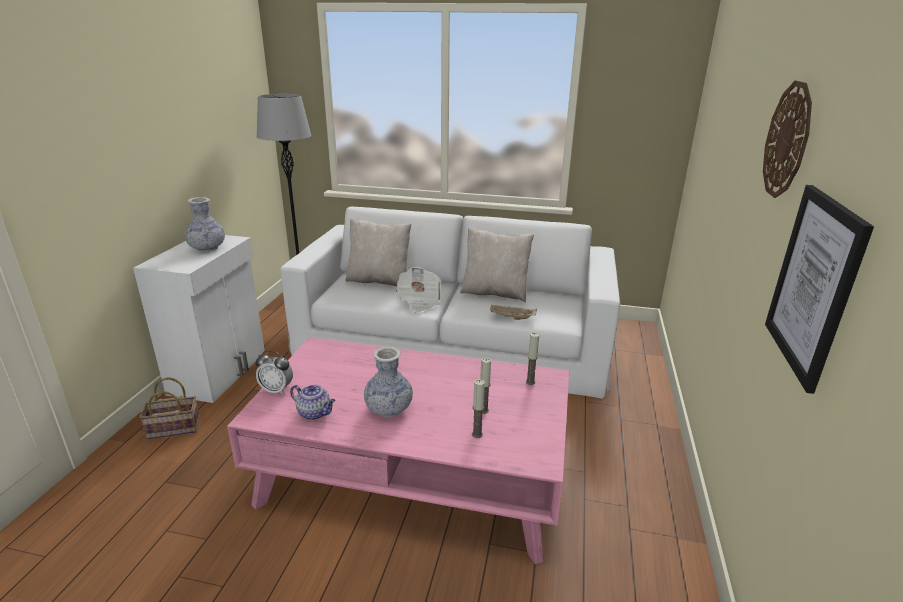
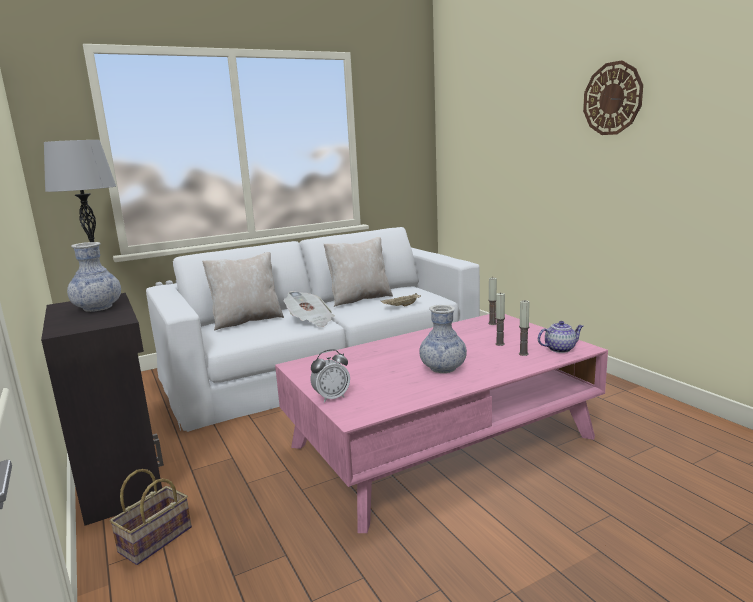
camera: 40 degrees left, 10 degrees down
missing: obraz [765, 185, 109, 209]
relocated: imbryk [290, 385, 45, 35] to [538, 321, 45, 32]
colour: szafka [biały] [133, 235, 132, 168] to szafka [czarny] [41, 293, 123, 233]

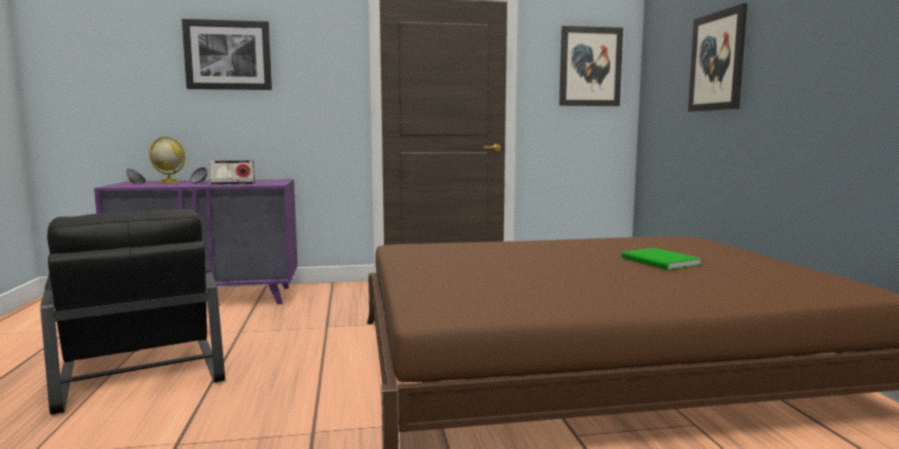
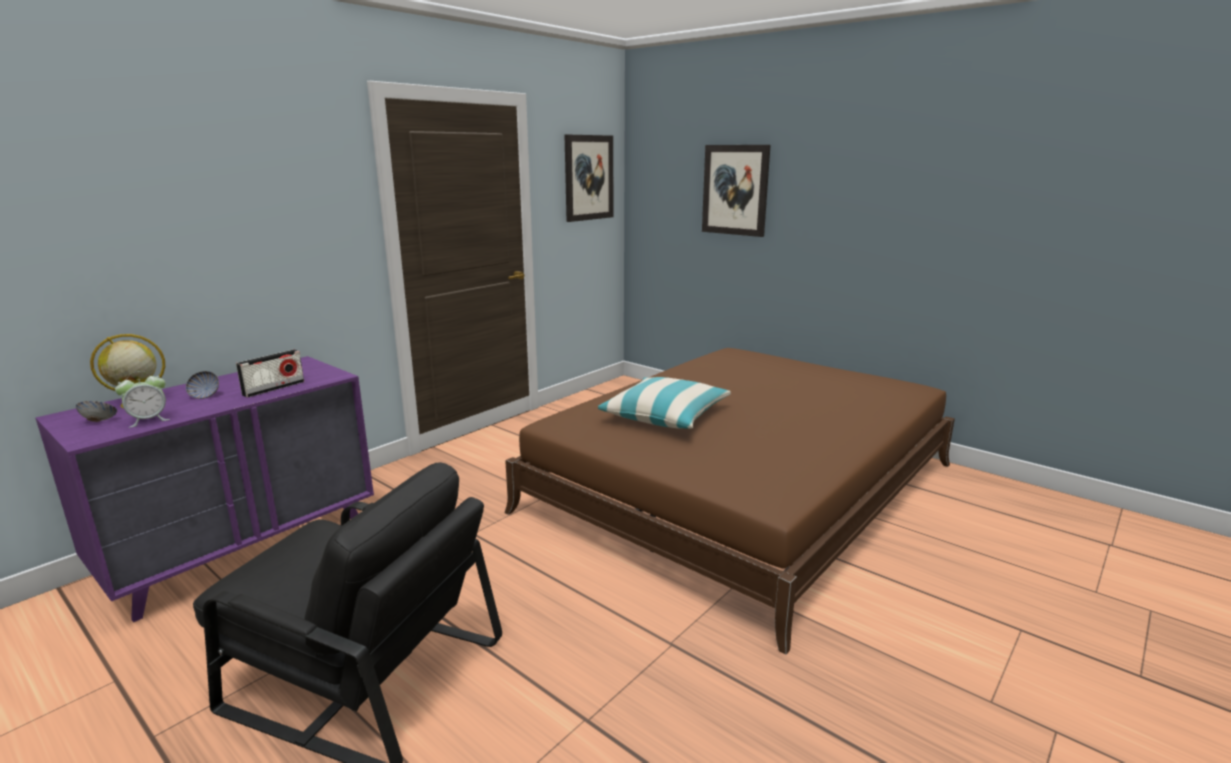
camera: 40 degrees left, 10 degrees up
missing: obraz [182, 19, 90, 71]; książka [zielony] [621, 248, 81, 22]
appeared: budzik [115, 371, 55, 57]; poduszka [598, 377, 133, 52]

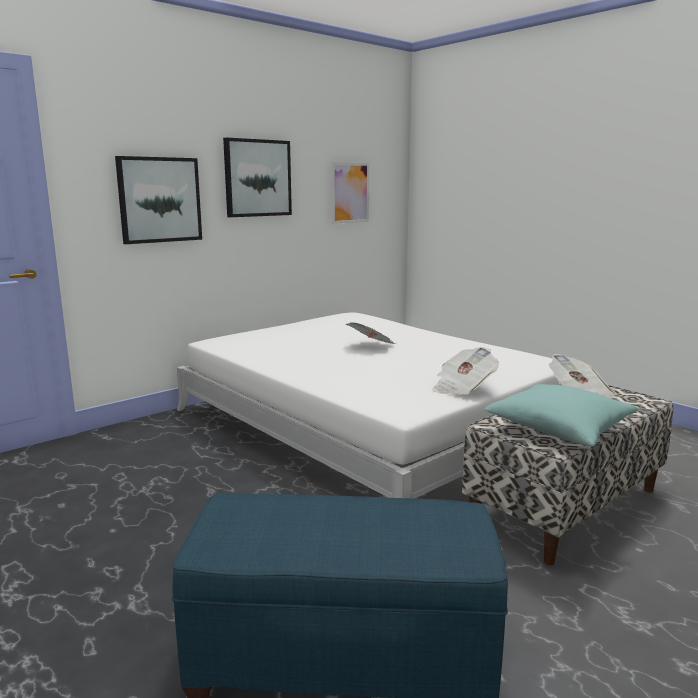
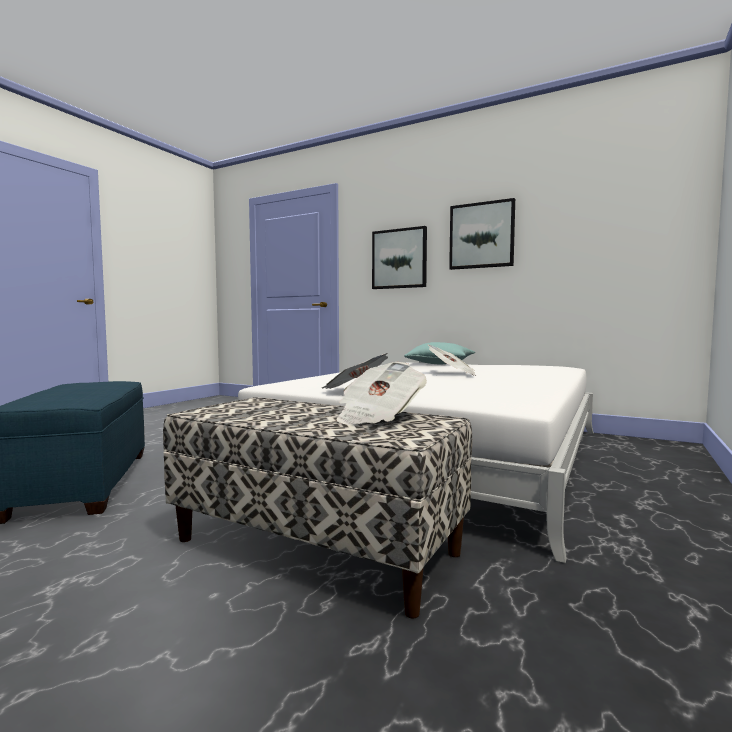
camera: 70 degrees right, 10 degrees down
missing: obraz [331, 162, 38, 62]
relocated: poduszka [turkusowy] [484, 384, 154, 63] to [404, 342, 71, 22]

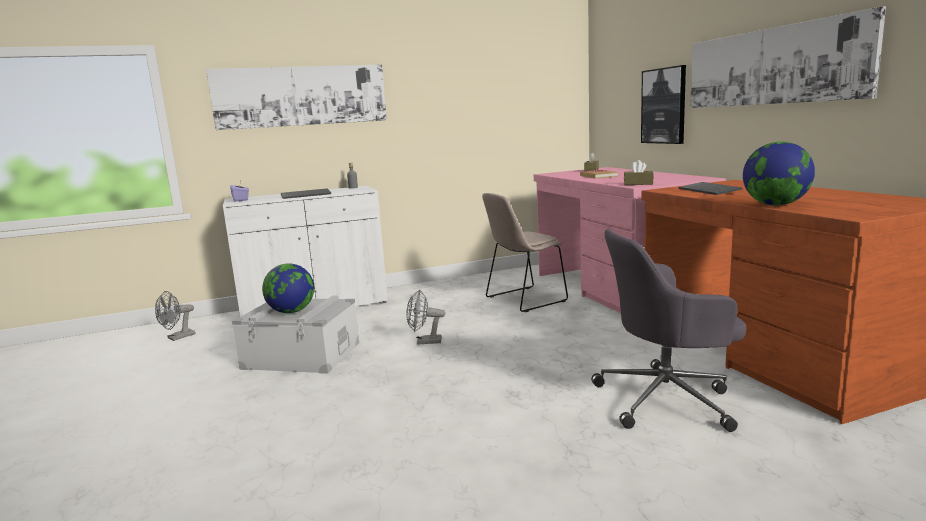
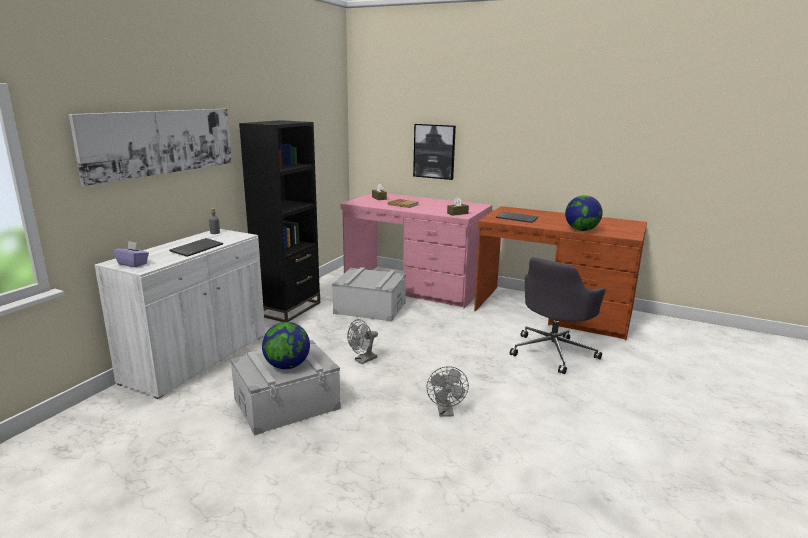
camera: 45 degrees left, 5 degrees up
missing: obraz [690, 6, 196, 102]
appeared: regał [czarny] [239, 120, 81, 202]
relocated: wentylator [szary] [155, 291, 40, 50] to [427, 366, 42, 51]
exchanged: krzesło [beżowy] [482, 193, 86, 119] to pojemnik do przechowywania [szary] [332, 267, 74, 55]

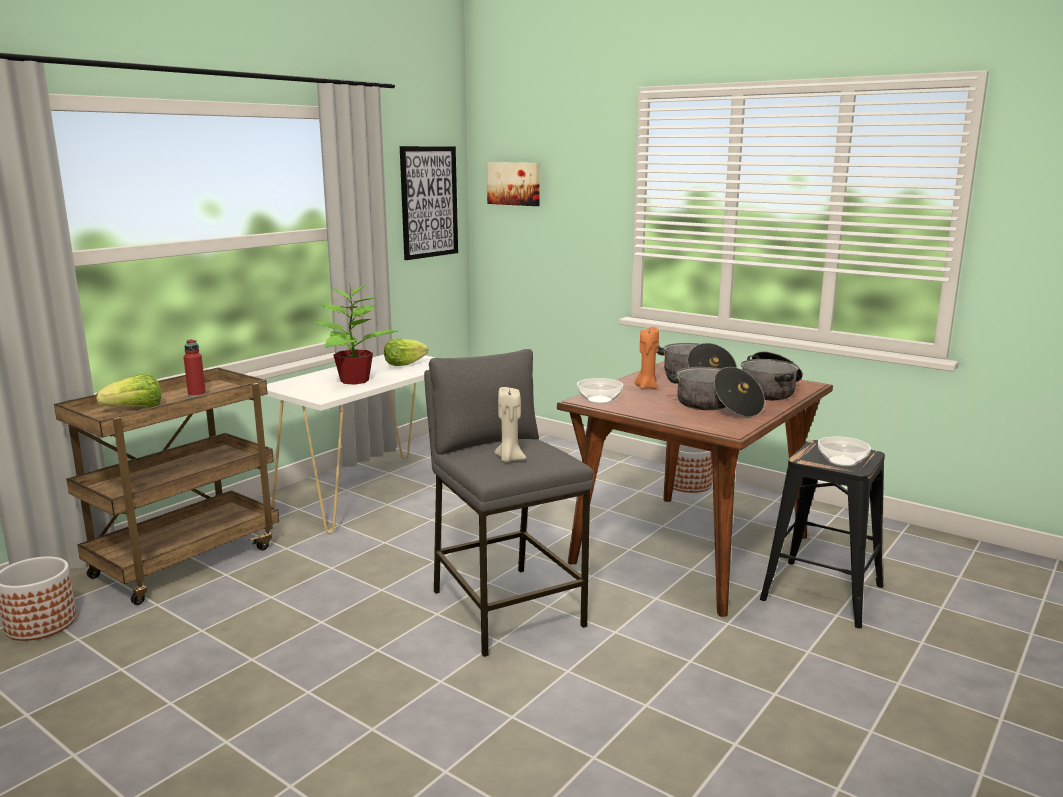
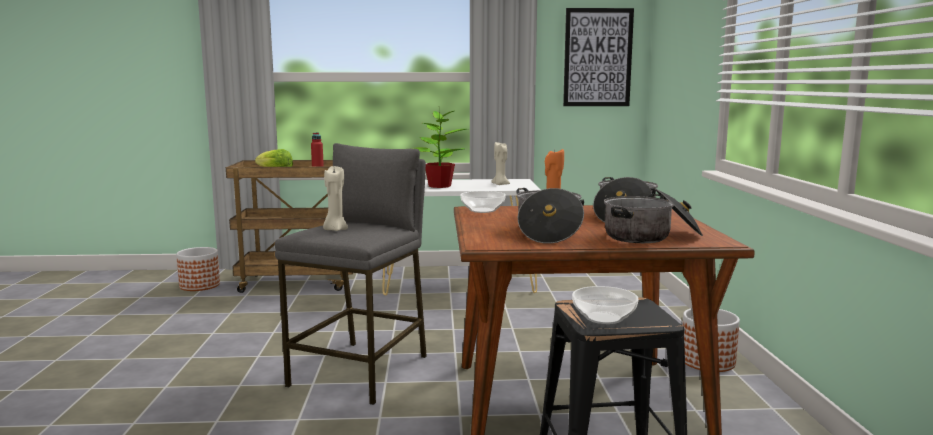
camera: 50 degrees right, 5 degrees down
missing: obraz [487, 162, 53, 44]
exchanged: sałata [384, 338, 44, 28] to świeca [beżowy] [491, 142, 19, 43]

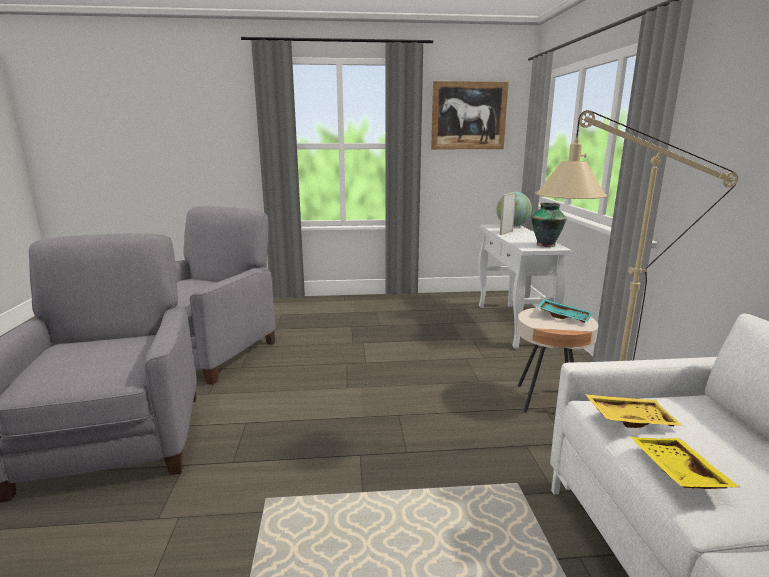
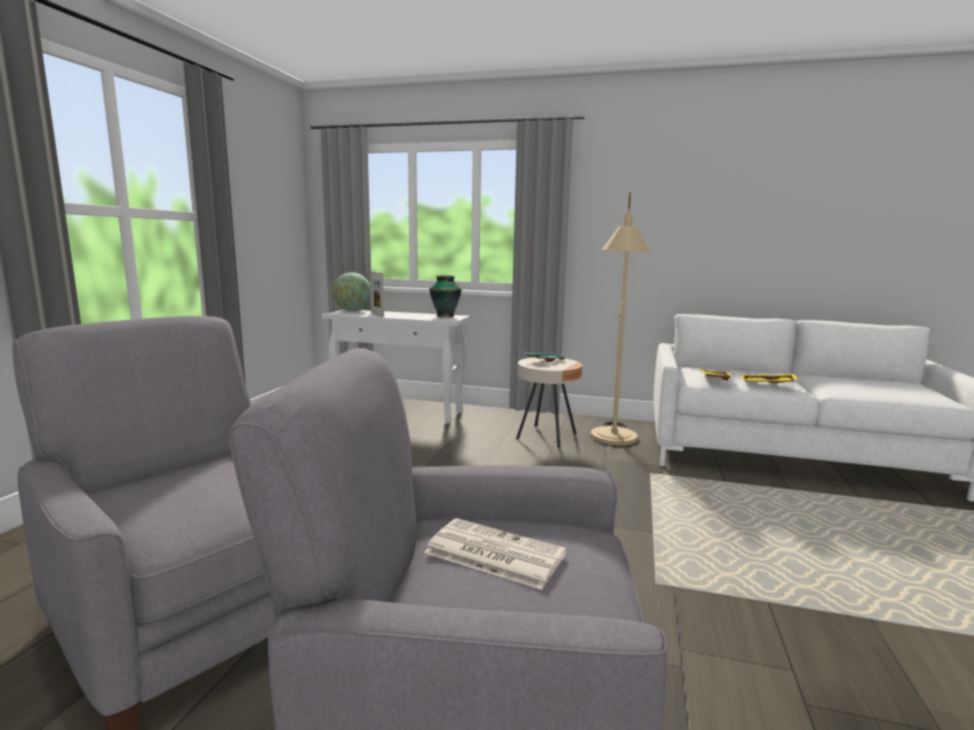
camera: 70 degrees left, 5 degrees down
missing: obraz [431, 81, 78, 68]
appeared: gazeta [424, 518, 142, 72]

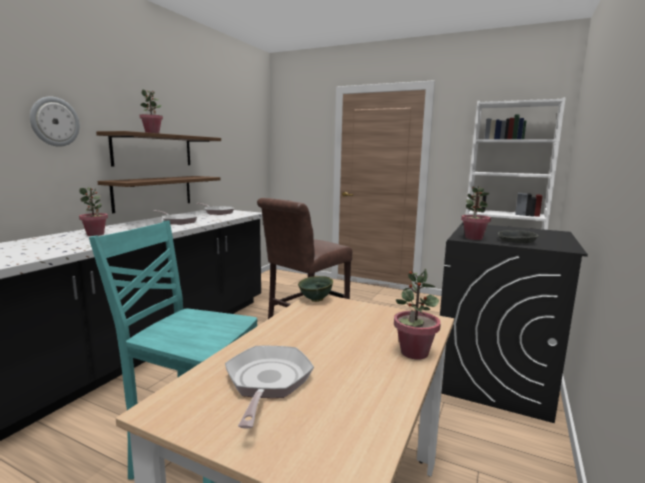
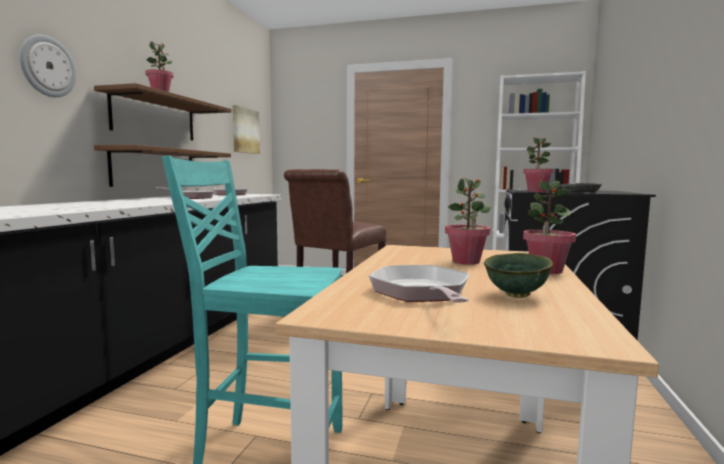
camera: 10 degrees left, 5 degrees down
appeared: obraz [233, 105, 27, 49]
relocated: roślina doniczkowa [79, 187, 29, 49] to [445, 178, 46, 87]; miska [zielony] [298, 276, 35, 26] to [484, 253, 69, 45]

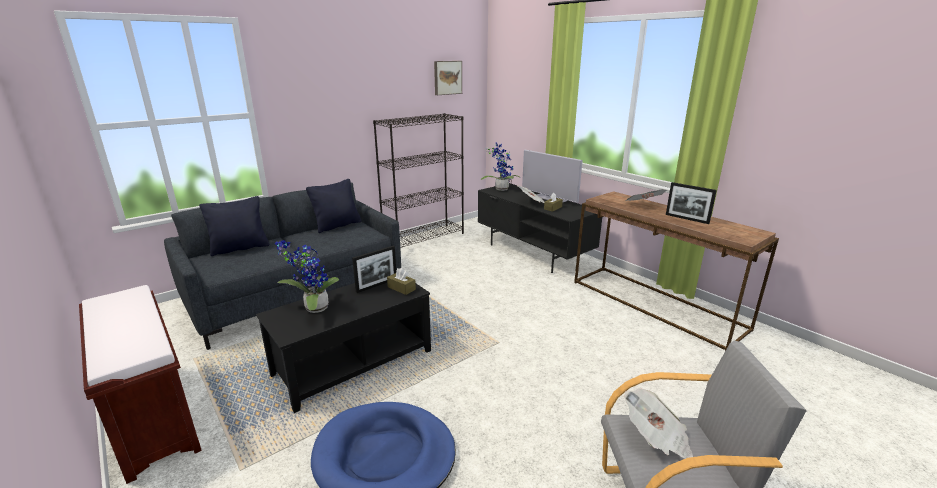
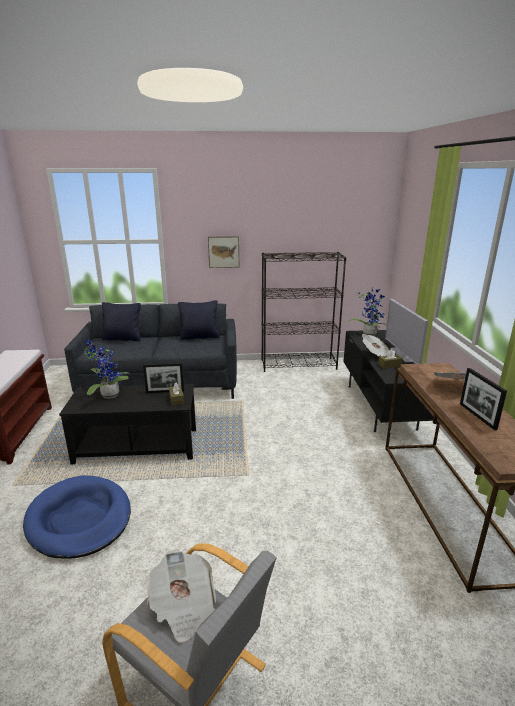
camera: 35 degrees right, 0 degrees up
relocated: obraz [434, 61, 28, 34] to [208, 236, 31, 32]

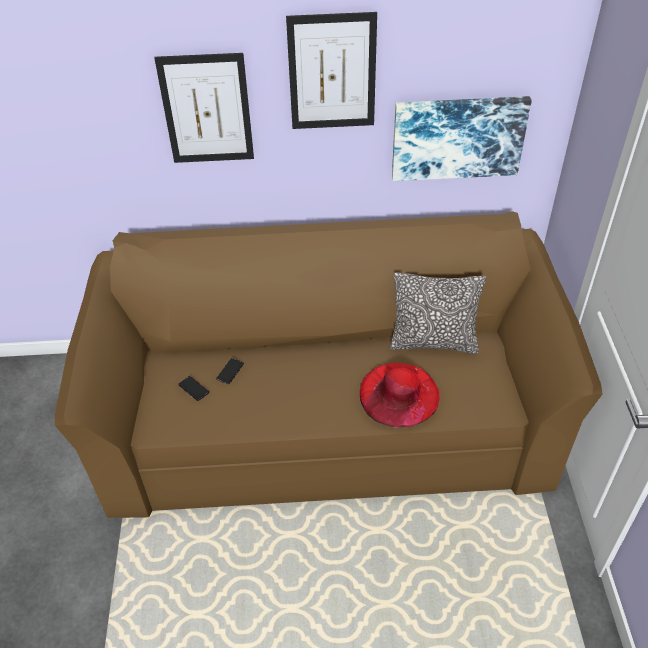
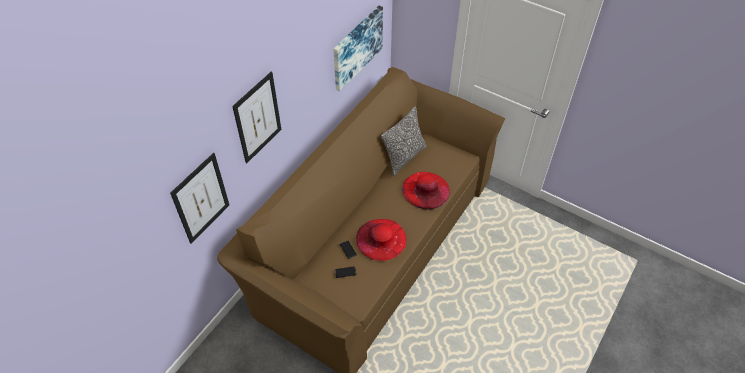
camera: 55 degrees left, 5 degrees up
appeared: kapelusz [czerwony] [356, 219, 50, 42]
relocated: obraz [286, 12, 91, 117] to [170, 153, 59, 91]

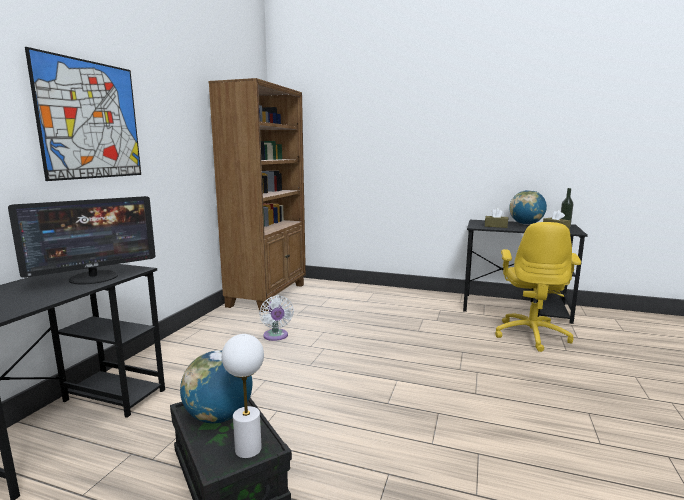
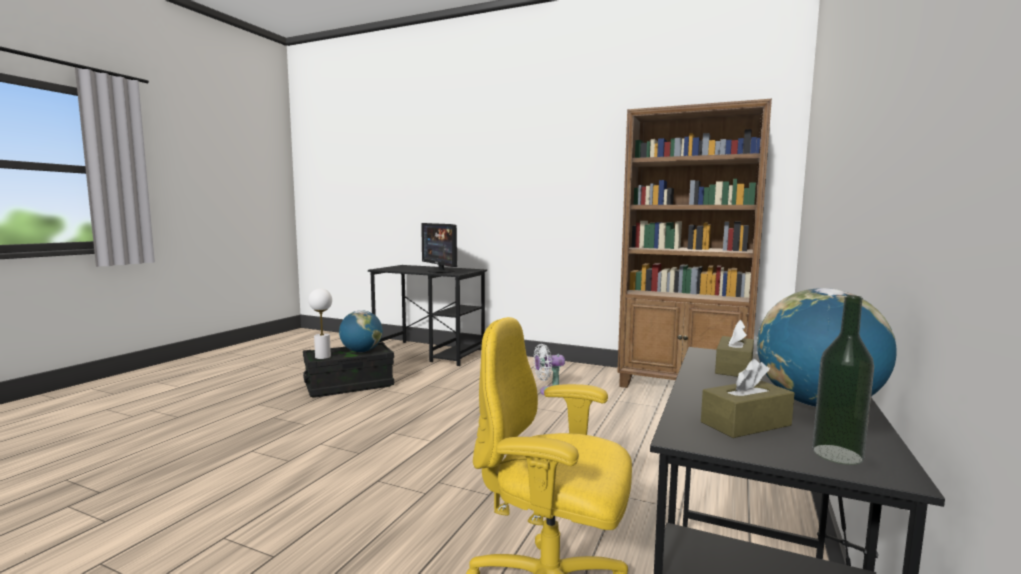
camera: 95 degrees right, 5 degrees down
missing: obraz [25, 47, 116, 134]

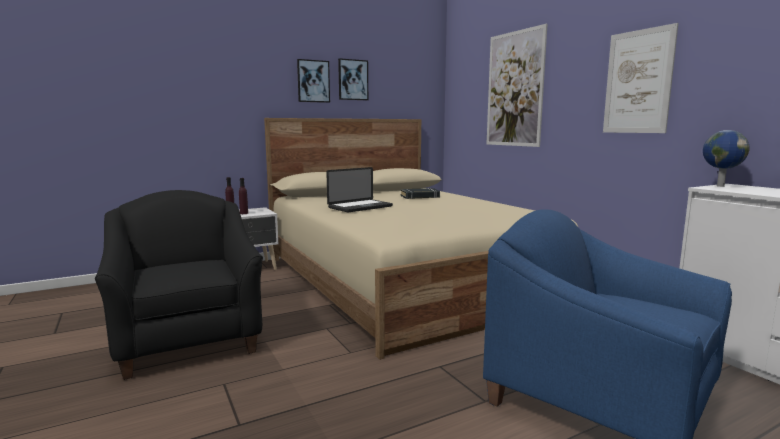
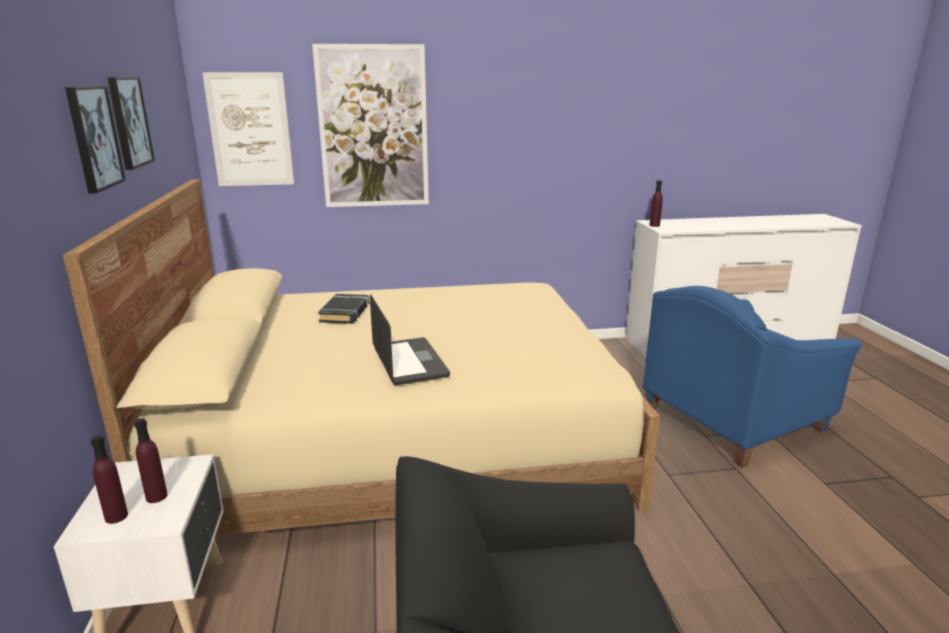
camera: 70 degrees left, 10 degrees up
relocated: obraz [603, 23, 76, 110] to [202, 72, 92, 114]
exchanged: globus [703, 130, 47, 57] to butelka [fioletowy] [650, 180, 13, 47]

